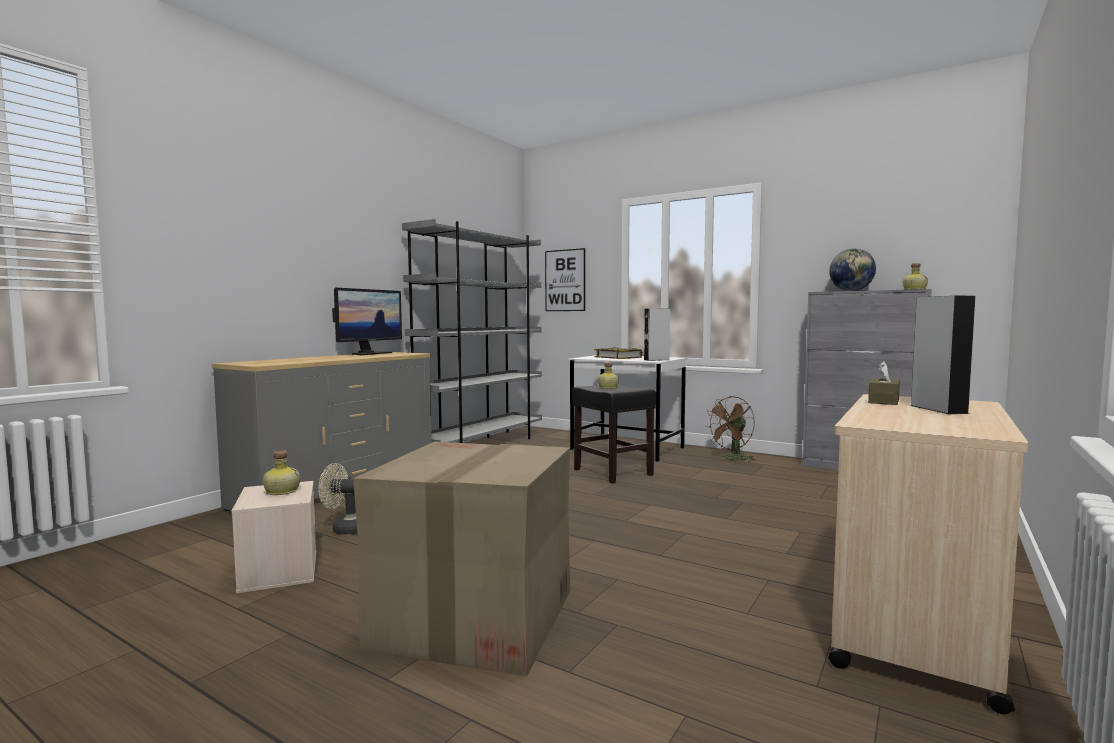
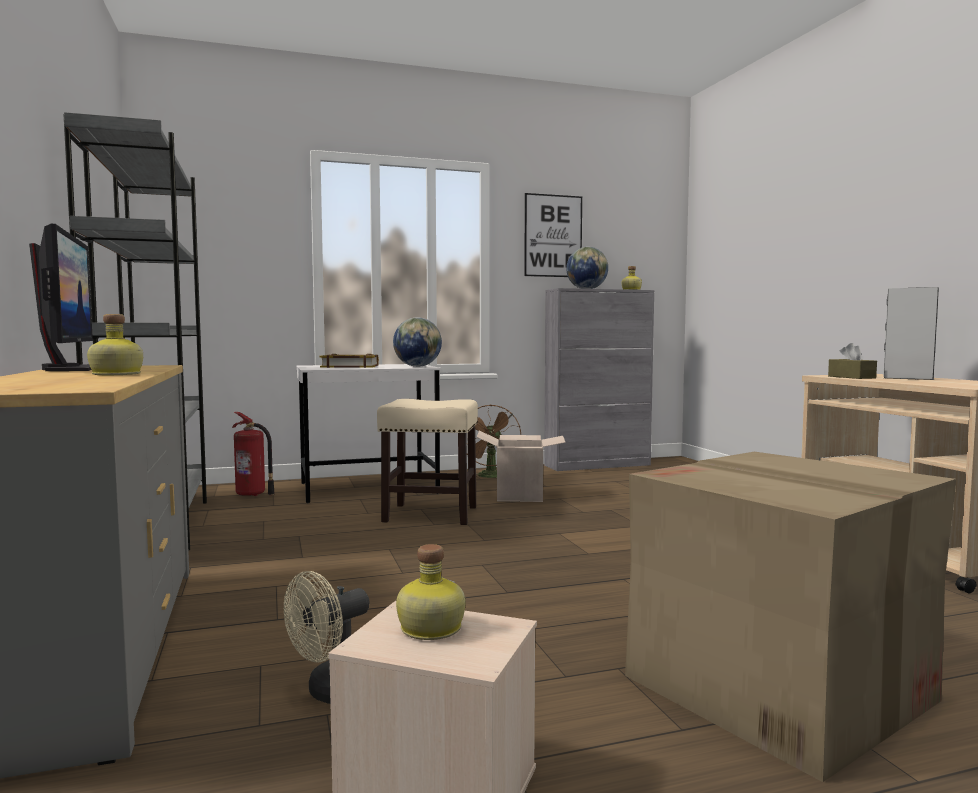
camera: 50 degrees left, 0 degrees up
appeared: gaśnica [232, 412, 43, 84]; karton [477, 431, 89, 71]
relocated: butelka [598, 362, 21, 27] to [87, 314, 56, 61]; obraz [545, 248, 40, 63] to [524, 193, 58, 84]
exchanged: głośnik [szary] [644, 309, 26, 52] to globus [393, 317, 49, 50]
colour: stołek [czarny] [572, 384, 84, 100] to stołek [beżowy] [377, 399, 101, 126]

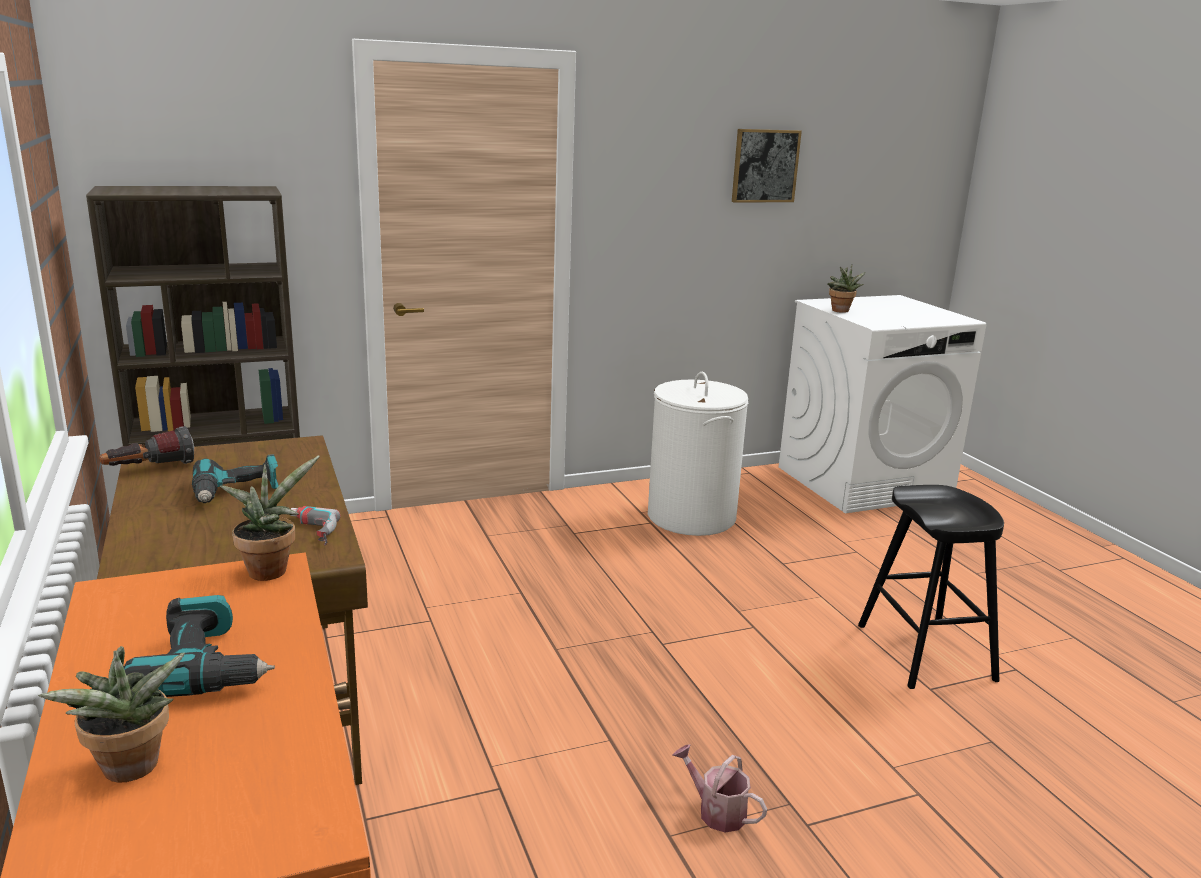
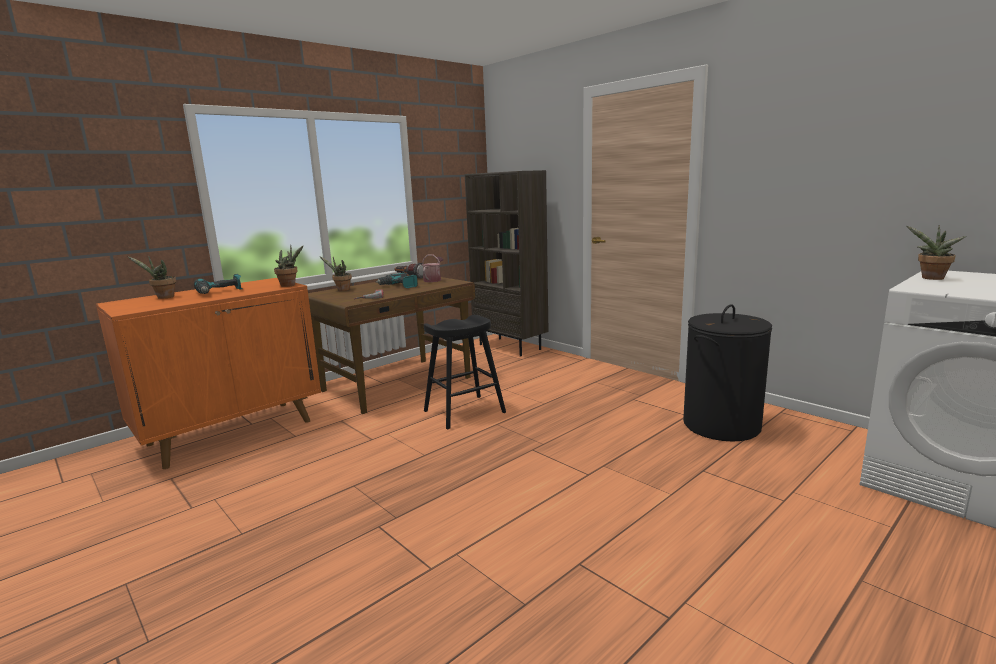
camera: 70 degrees right, 5 degrees down
missing: obraz [732, 129, 70, 74]
appeared: roślina doniczkowa [320, 257, 32, 34]
relocated: konewka [672, 744, 95, 88] to [422, 255, 21, 27]; stołek [czarny] [858, 485, 146, 204] to [424, 315, 82, 114]
colour: kosz na pranie [biały] [648, 372, 100, 164] to kosz na pranie [czarny] [683, 304, 89, 137]

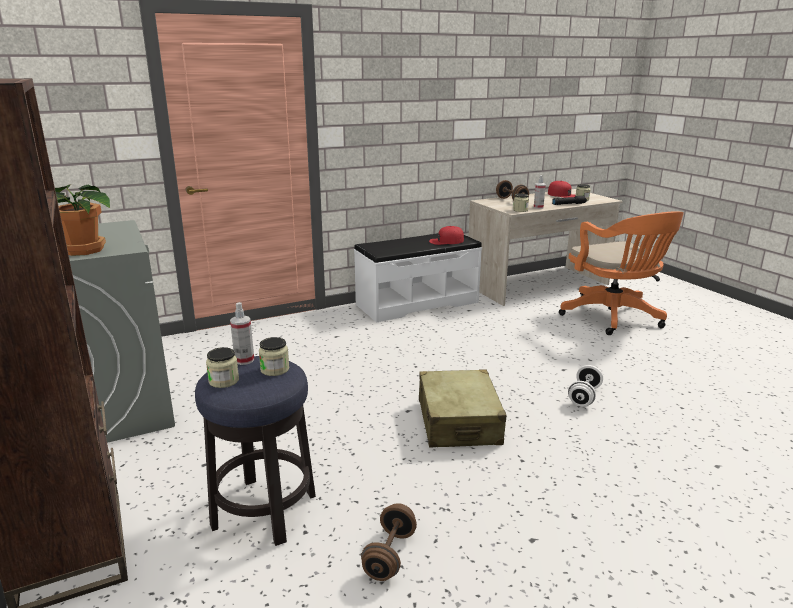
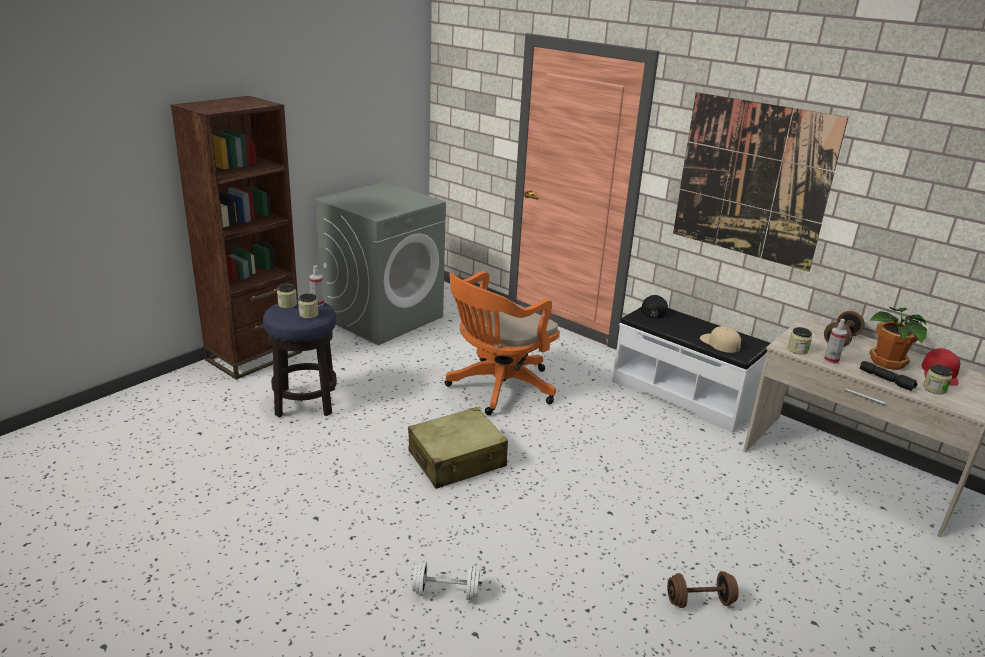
camera: 65 degrees right, 5 degrees up
appeared: czapka z daszkiem [czarny] [641, 295, 27, 28]; obraz [673, 92, 176, 180]
relocated: hantel [biały] [568, 365, 35, 41] to [411, 561, 71, 39]; krzesło biurowe [pomarańczowy] [559, 211, 125, 124] to [445, 271, 115, 144]; hantel [brązowy] [361, 503, 56, 78] to [667, 572, 72, 36]; roślina doniczkowa [55, 184, 55, 72] to [869, 307, 58, 63]
colour: czapka z daszkiem [czerwony] [429, 226, 35, 19] to czapka z daszkiem [beżowy] [700, 326, 41, 27]

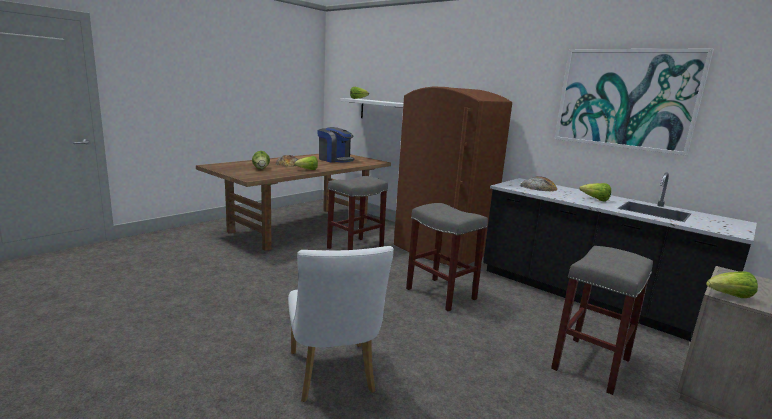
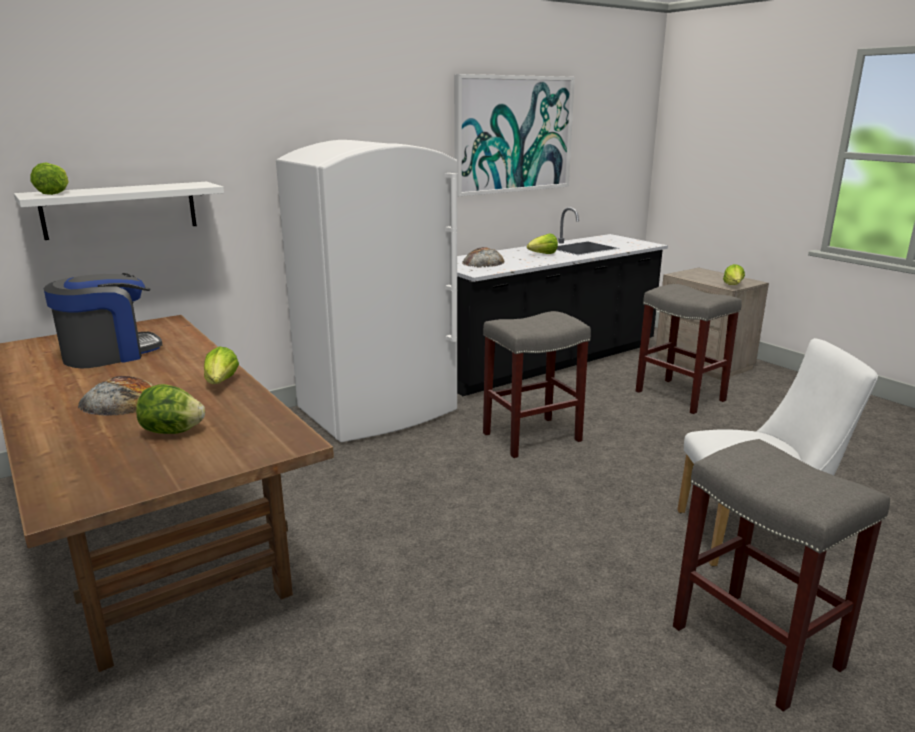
camera: 75 degrees left, 5 degrees up
relocated: stołek [szary] [327, 176, 61, 74] to [673, 439, 217, 273]
colour: lodówka [brązowy] [394, 87, 118, 181] to lodówka [biały] [276, 140, 181, 302]

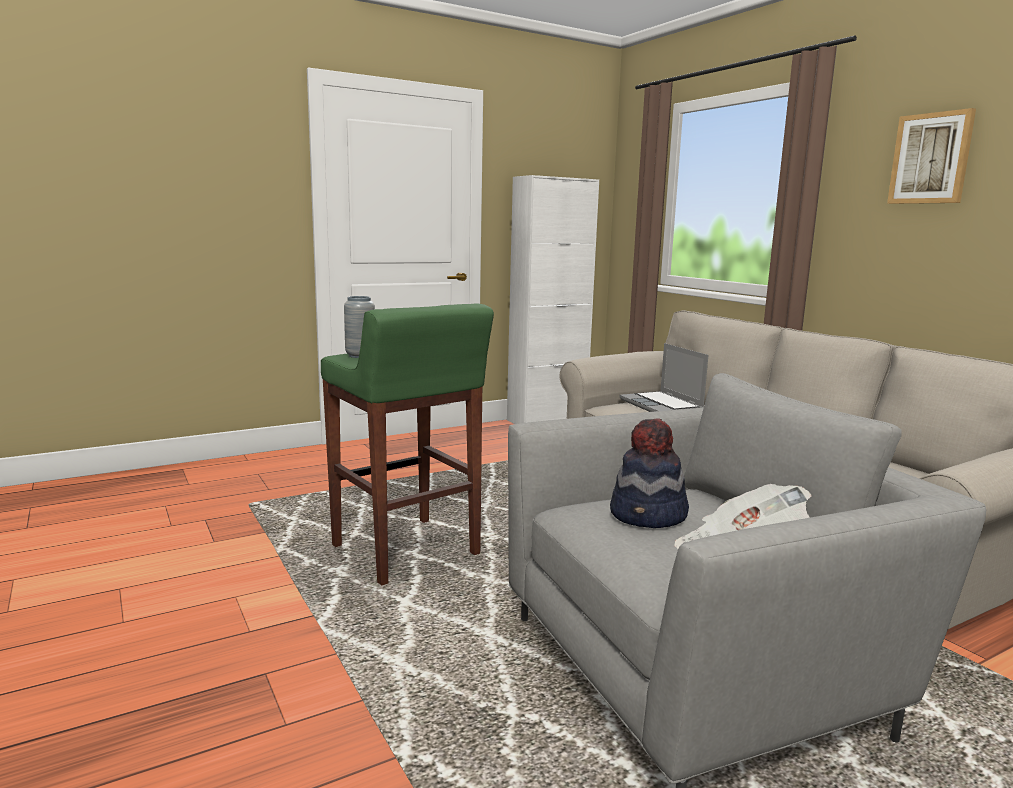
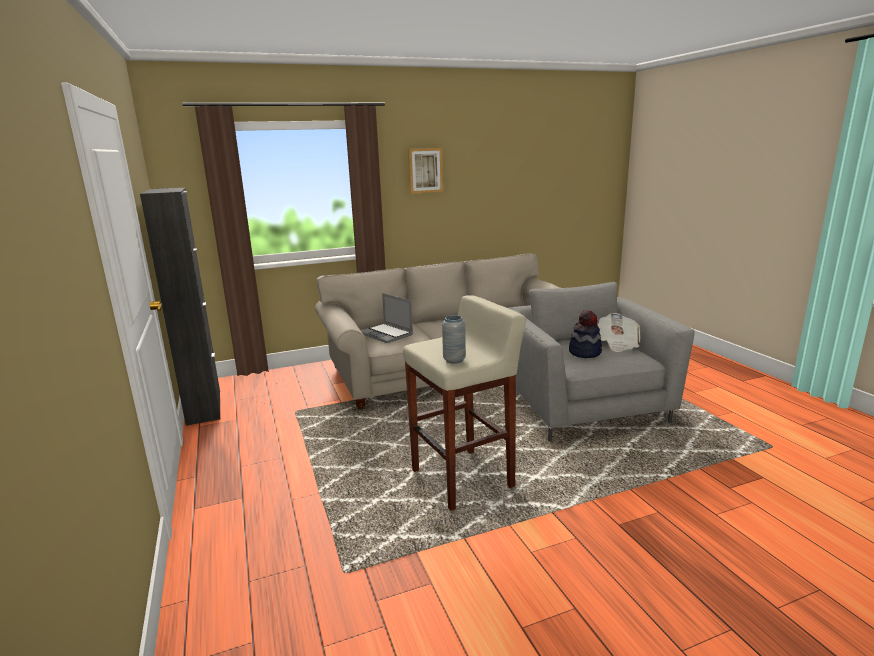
camera: 80 degrees left, 5 degrees up
colour: szafka [biały] [507, 175, 92, 249] to szafka [czarny] [140, 187, 80, 239]; stołek [zielony] [321, 304, 173, 281] to stołek [beżowy] [403, 295, 123, 216]
spun: laptop [619, 343, 89, 69] = [361, 293, 52, 50] 60 degrees clockwise

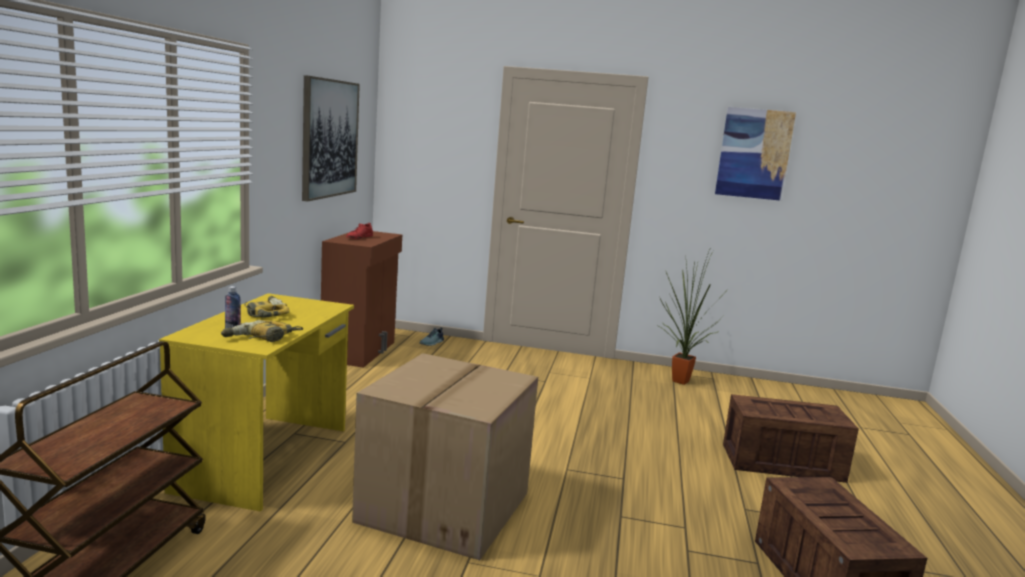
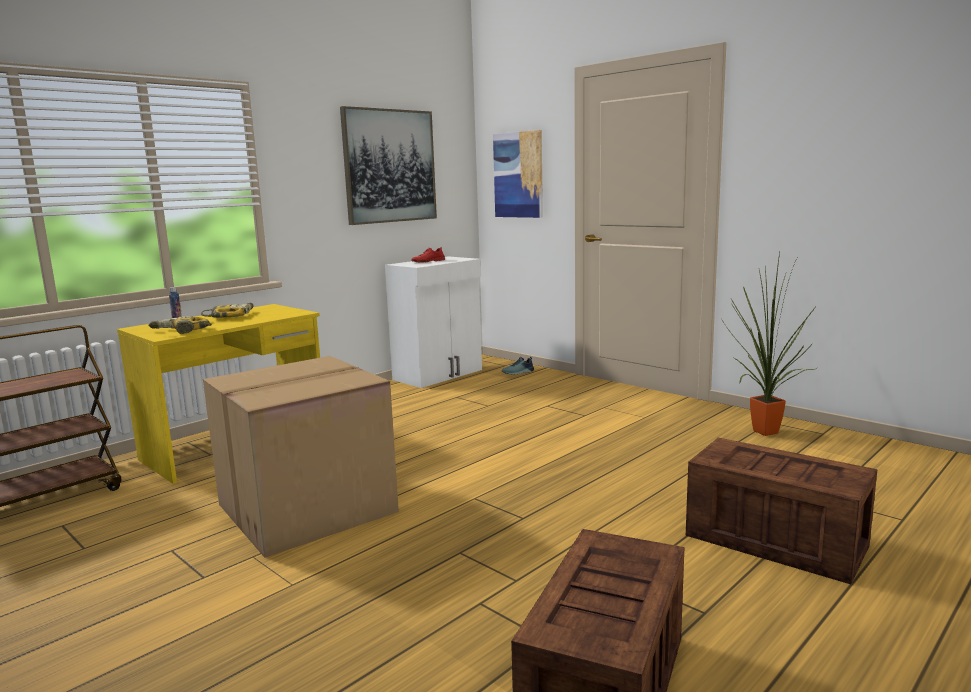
camera: 35 degrees right, 0 degrees up
relocated: obraz [715, 107, 81, 94] to [493, 130, 50, 88]
colour: szafka [brązowy] [321, 231, 81, 137] to szafka [biały] [385, 256, 97, 132]

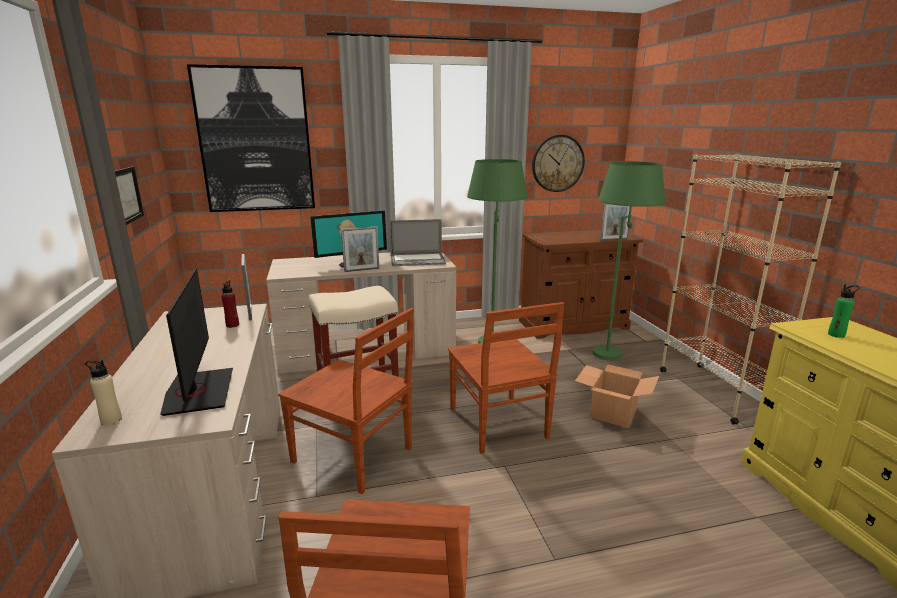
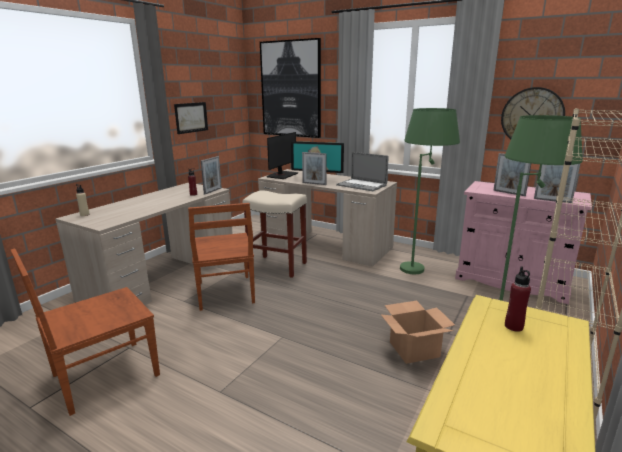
camera: 45 degrees right, 0 degrees up
missing: krzesło [brązowy] [448, 302, 116, 152]
appeared: ramka na zdjęcie [493, 153, 38, 43]
relocated: monitor [160, 268, 73, 148] to [266, 132, 33, 47]
colour: szafka [brązowy] [519, 230, 124, 109] to szafka [różowy] [455, 181, 137, 123]; butelka [zielony] [828, 284, 31, 54] to butelka [czerwony] [505, 267, 26, 65]

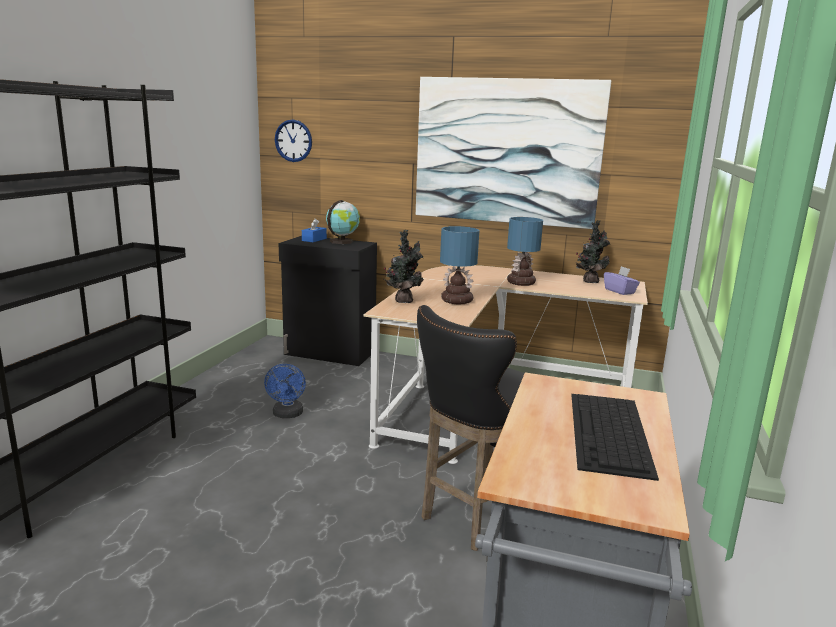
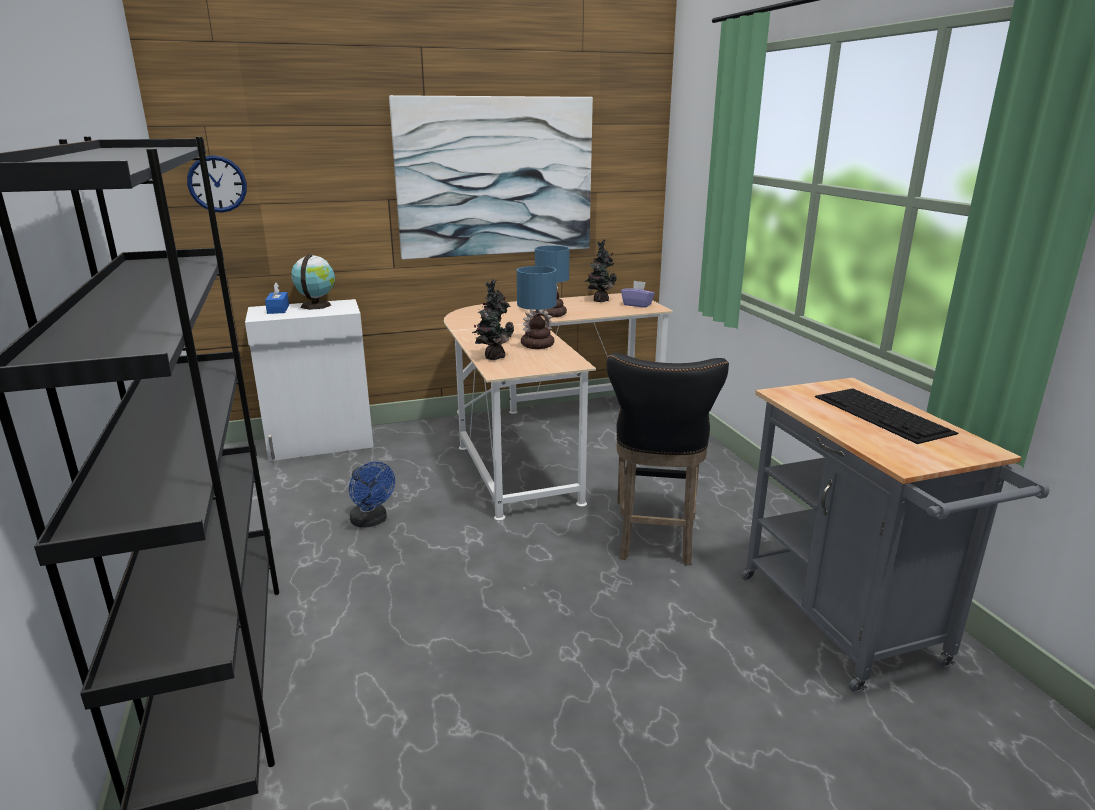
camera: 35 degrees left, 5 degrees up
colour: szafka [czarny] [279, 236, 98, 130] to szafka [biały] [245, 299, 129, 162]

